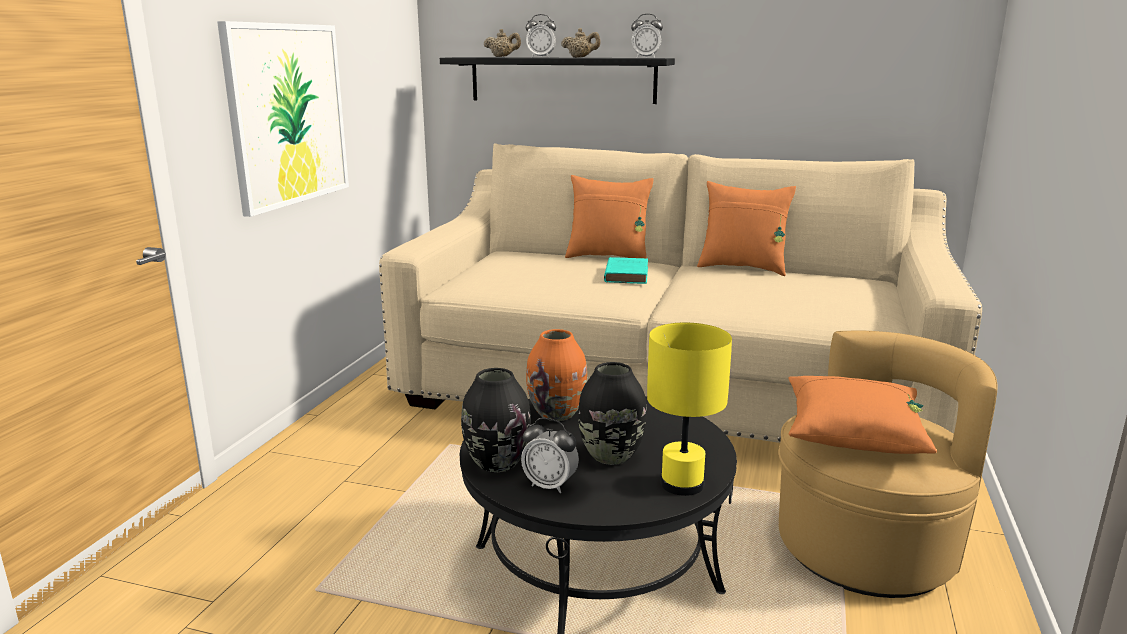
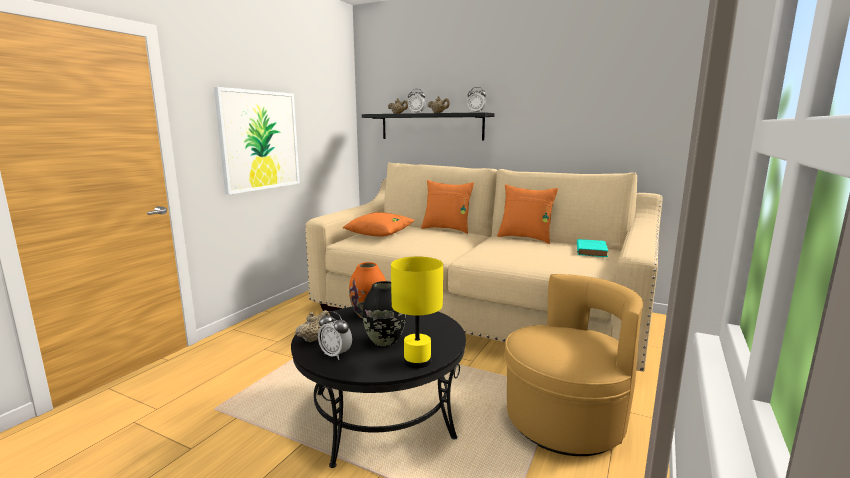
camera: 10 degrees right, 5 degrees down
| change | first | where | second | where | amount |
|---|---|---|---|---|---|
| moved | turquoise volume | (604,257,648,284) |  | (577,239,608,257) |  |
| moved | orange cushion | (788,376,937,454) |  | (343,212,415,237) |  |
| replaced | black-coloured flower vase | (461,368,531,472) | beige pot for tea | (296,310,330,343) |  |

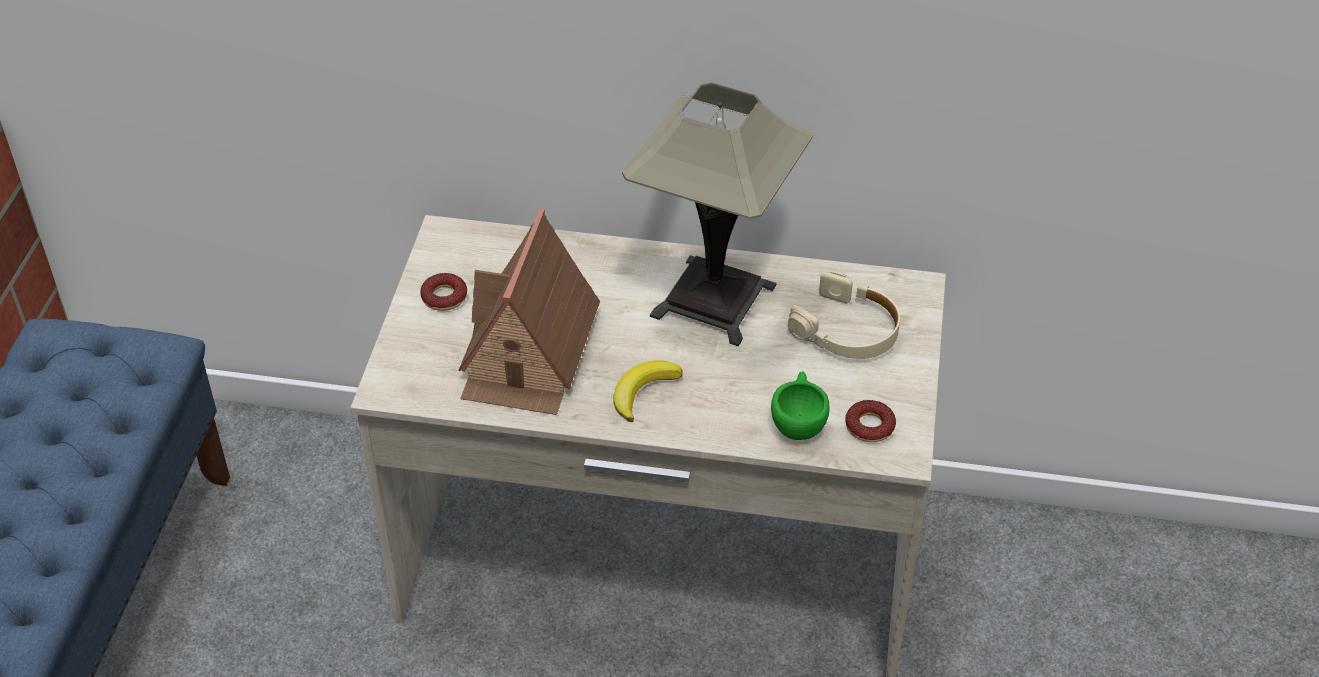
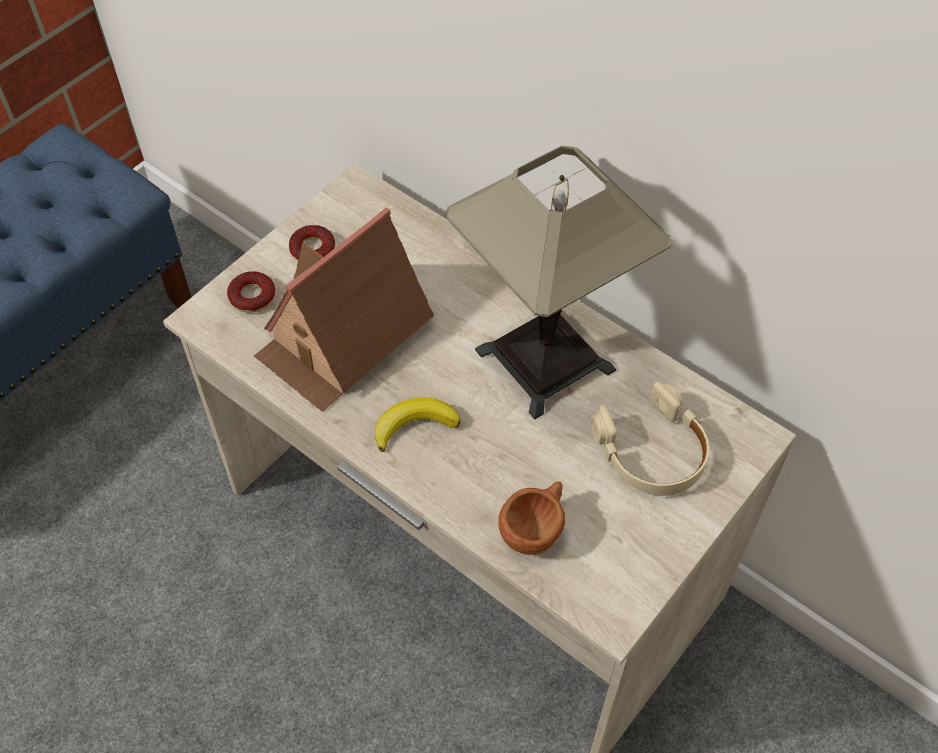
camera: 30 degrees right, 10 degrees up
| change | first | where | second | where | amount |
|---|---|---|---|---|---|
| moved | donut | (845,400,896,442) |  | (227,271,275,313) |  |
| recoloured | greenish small cup | (771,371,830,440) | brown-coloured small cup | (498,482,565,555) |  |

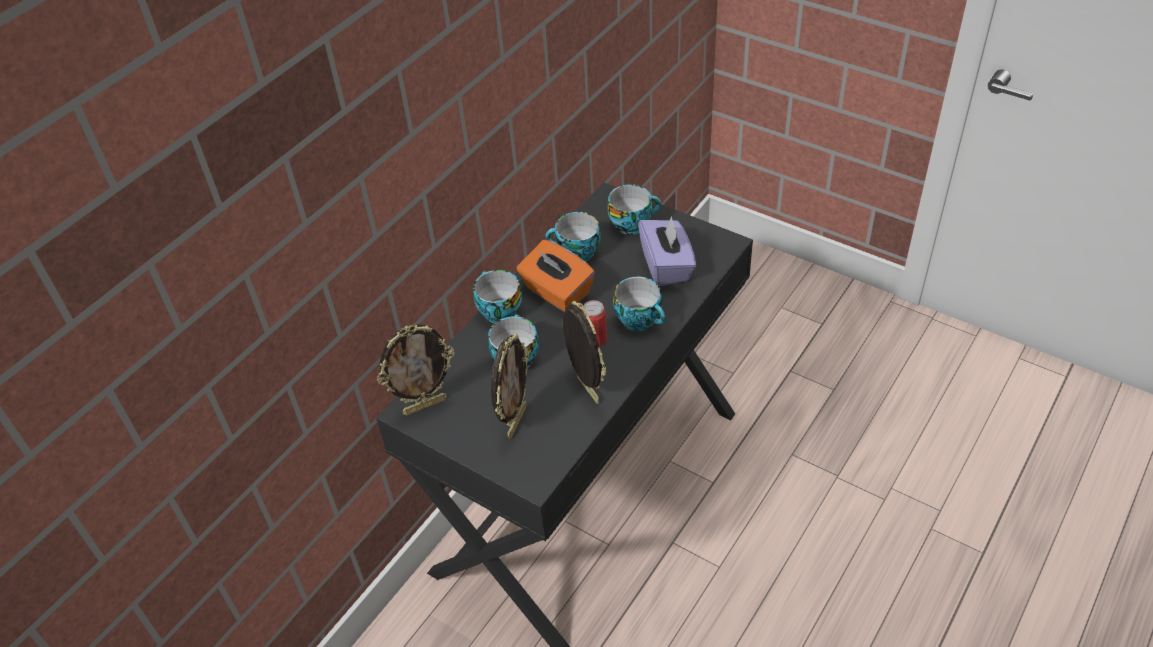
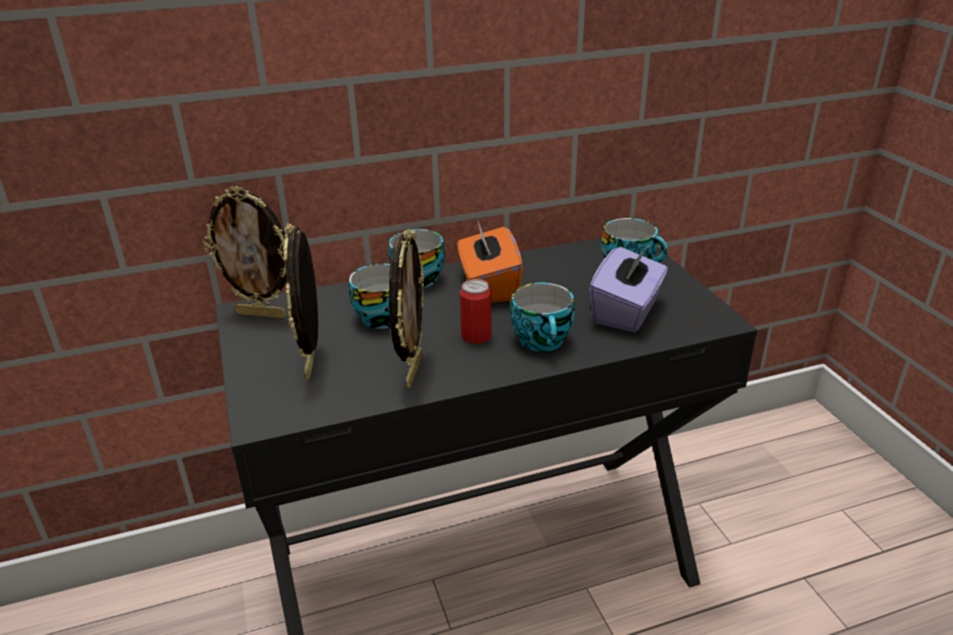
camera: 35 degrees right, 15 degrees down
| change | first | where | second | where | amount |
|---|---|---|---|---|---|
| removed | small cup | (545,212,600,262) |  |  |  |
| turned | photo frame | (491,333,529,440) |  | (283,223,318,379) | 120 degrees clockwise |

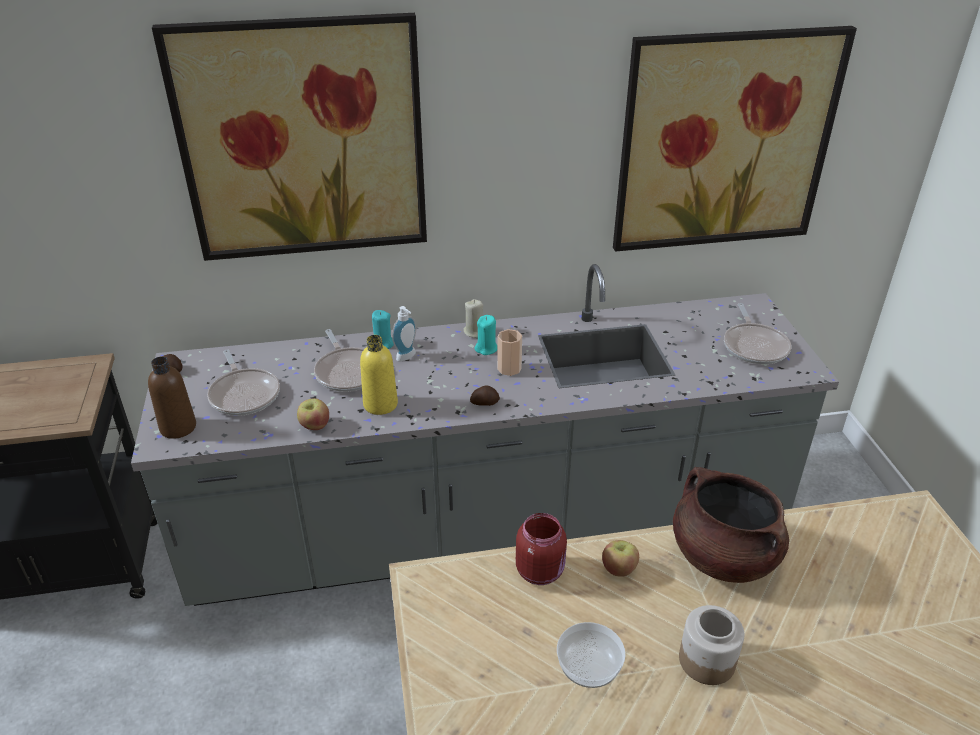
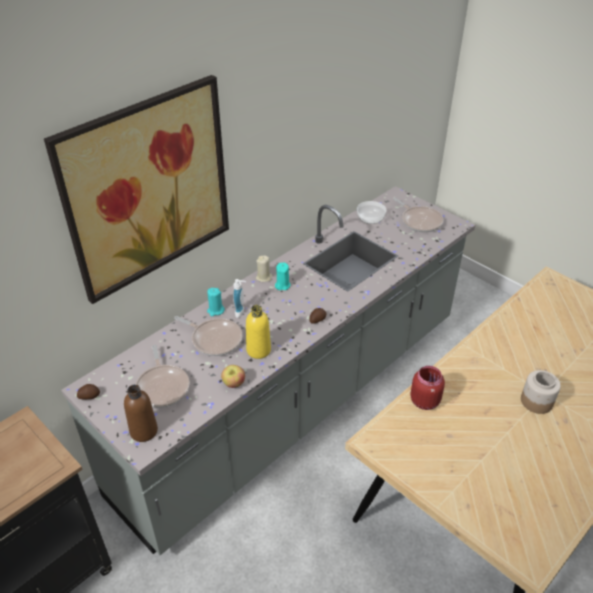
camera: 35 degrees left, 5 degrees up
| change | first | where | second | where | amount |
|---|---|---|---|---|---|
| removed | small cup | (497,329,522,376) |  |  |  |
| removed | apple fruit | (602,540,639,577) |  |  |  |
| removed | picture | (613,26,857,252) |  |  |  |
| removed | brown-coloured stockpot | (673,467,789,583) |  |  |  |
| moved | serving bowl | (557,622,625,688) |  | (357,201,387,224) |  |
| turned | frying pan | (207,350,280,416) |  | (135,345,190,408) | 45 degrees clockwise |

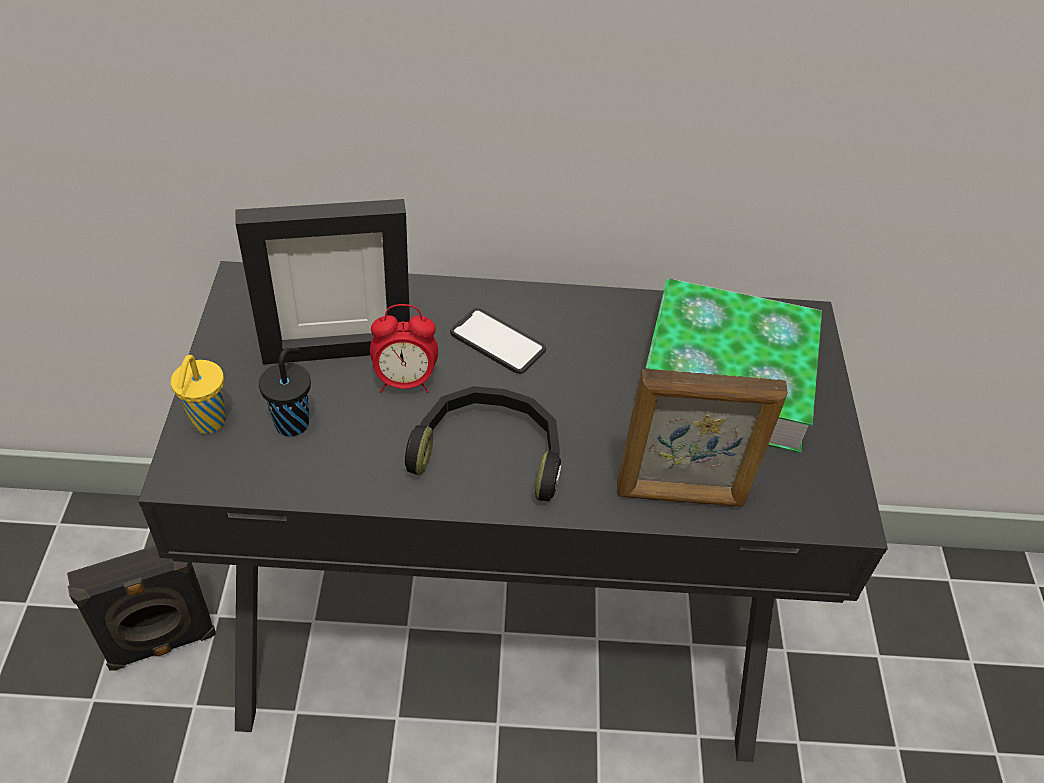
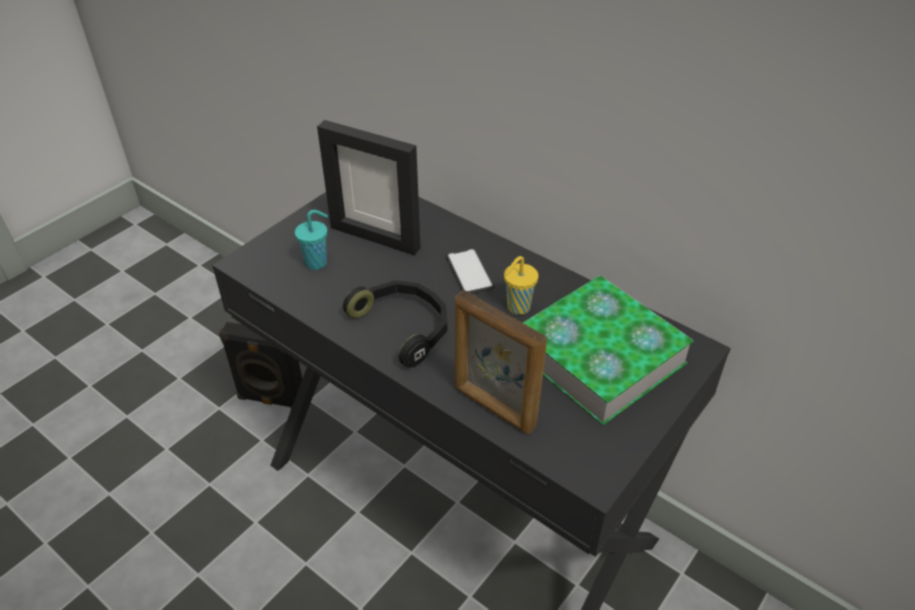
camera: 40 degrees right, 5 degrees down
| change | first | where | second | where | amount |
|---|---|---|---|---|---|
| removed | bedside clock | (370,304,438,393) |  |  |  |
| moved | yellow small cup | (171,355,226,434) |  | (504,256,538,315) |  |
| recoloured | black-coloured small cup | (259,348,311,436) | turquoise small cup | (295,210,328,270) |  |

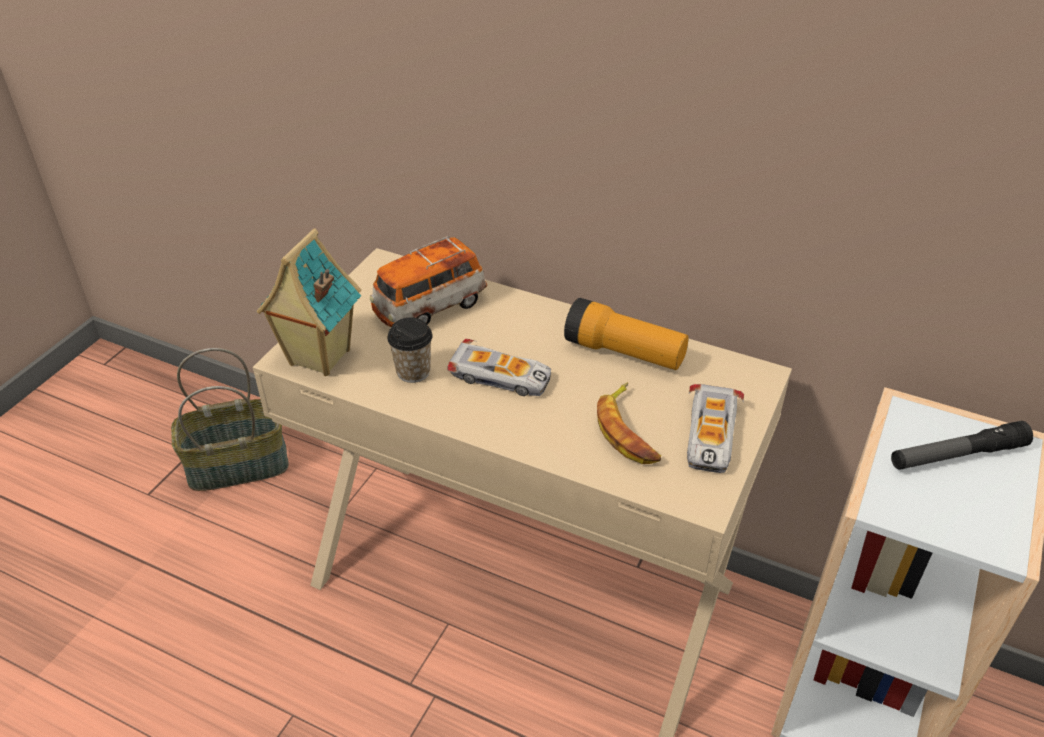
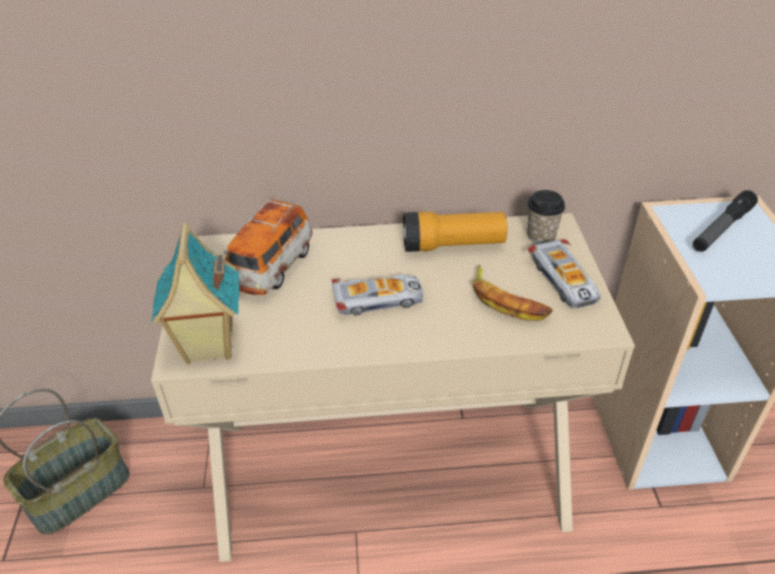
camera: 30 degrees left, 0 degrees up
| change | first | where | second | where | amount |
|---|---|---|---|---|---|
| moved | small cup | (387,318,433,383) |  | (527,190,565,244) |  |

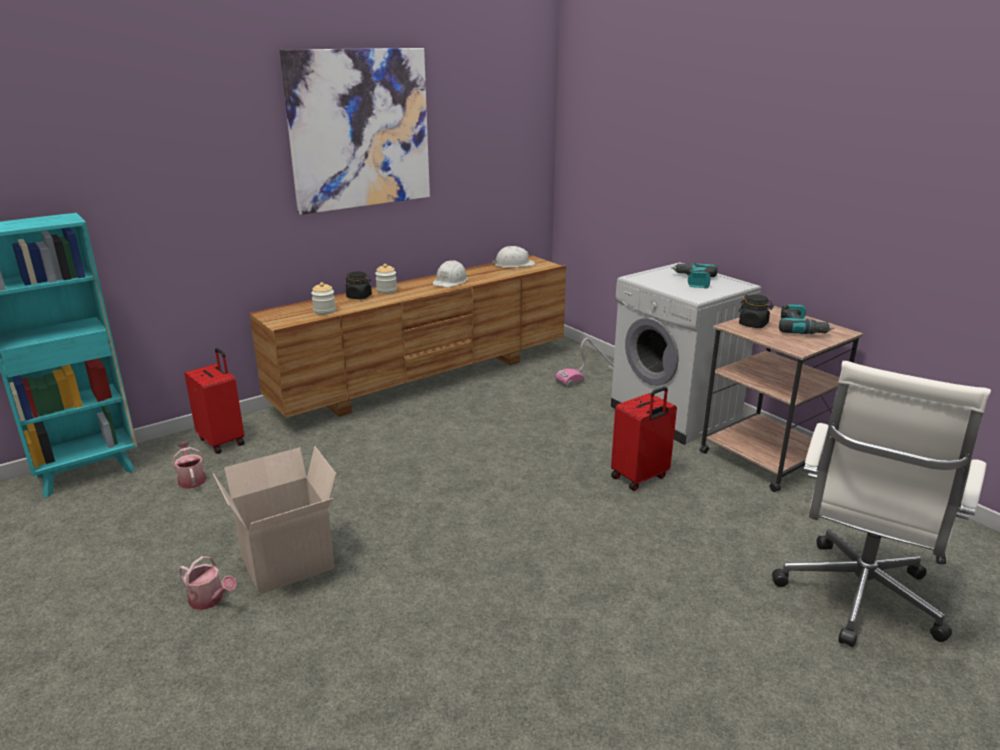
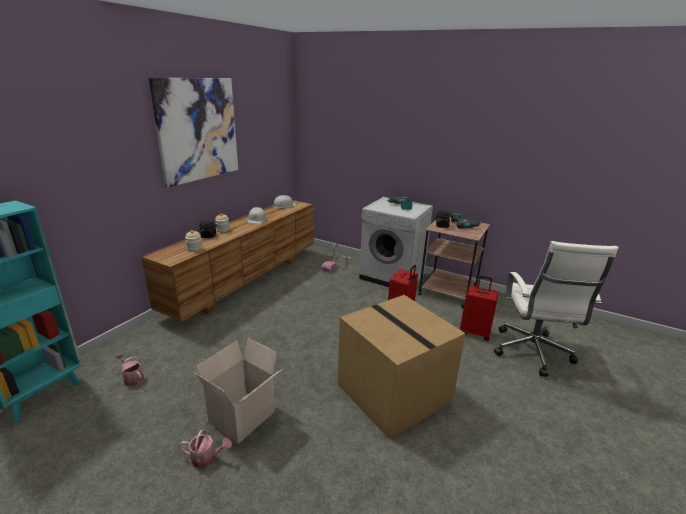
camera: 25 degrees left, 0 degrees up
| change | first | where | second | where | amount |
|---|---|---|---|---|---|
| added |  |  | carton | (338,295,466,439) |  |
| moved | reddish travel case | (185,348,244,454) |  | (460,276,498,341) |  |

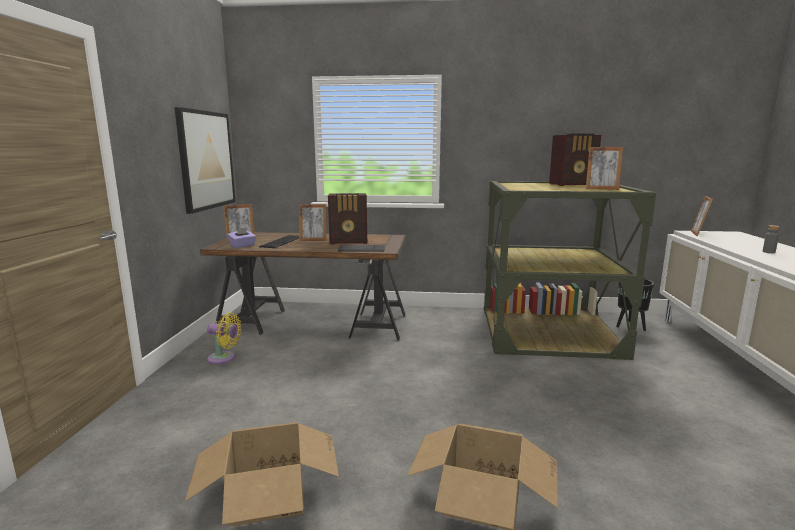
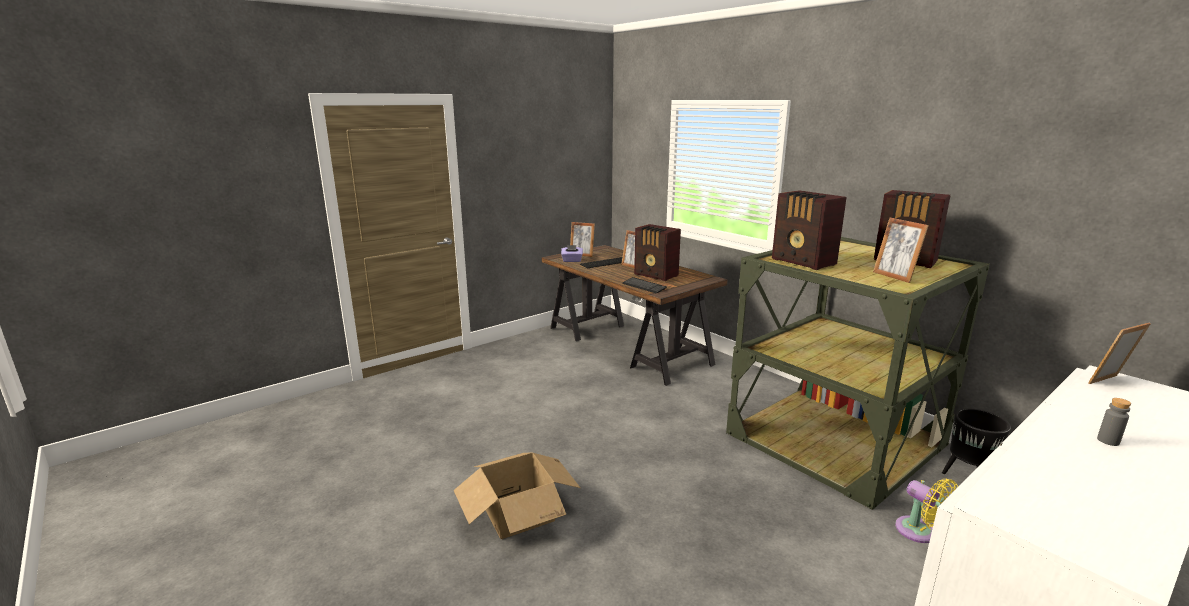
camera: 45 degrees right, 5 degrees up
| change | first | where | second | where | amount |
|---|---|---|---|---|---|
| removed | picture | (175,107,236,214) |  |  |  |
| removed | carton | (185,422,339,527) |  |  |  |
| added |  |  | radio receiver | (772,190,847,270) |  |
| moved | yellow electric fan | (207,313,241,364) |  | (895,479,958,543) |  |

